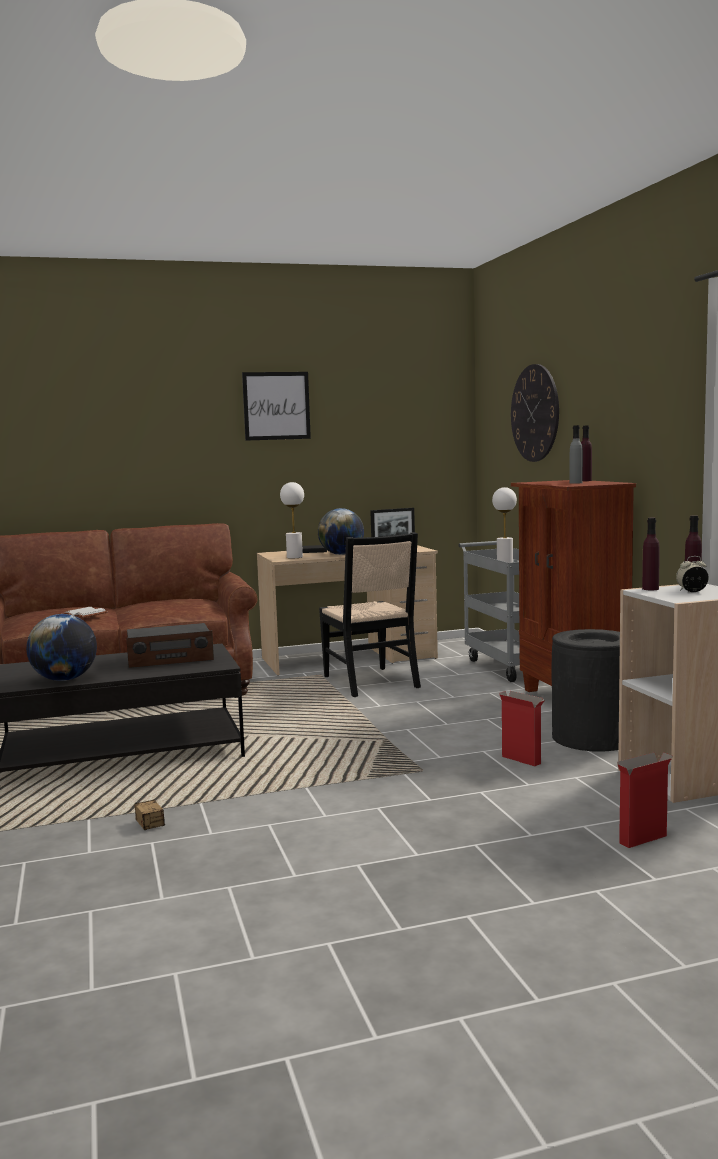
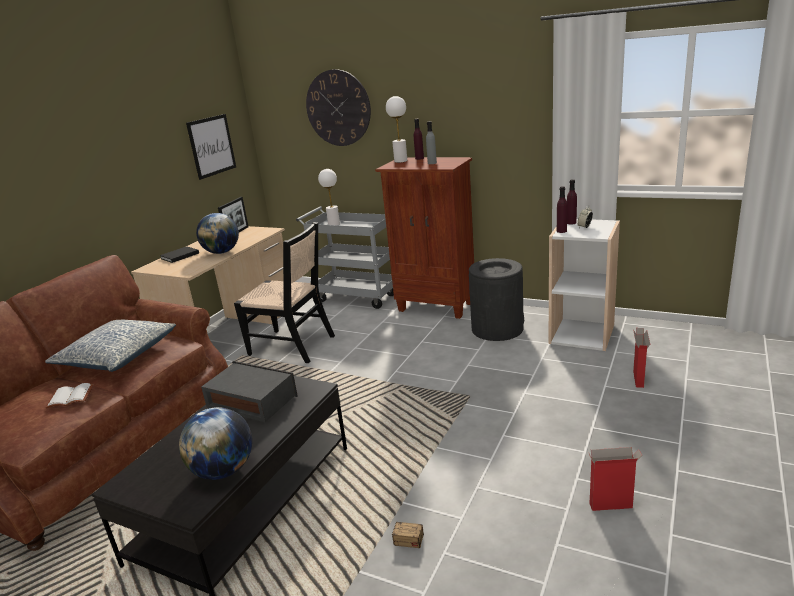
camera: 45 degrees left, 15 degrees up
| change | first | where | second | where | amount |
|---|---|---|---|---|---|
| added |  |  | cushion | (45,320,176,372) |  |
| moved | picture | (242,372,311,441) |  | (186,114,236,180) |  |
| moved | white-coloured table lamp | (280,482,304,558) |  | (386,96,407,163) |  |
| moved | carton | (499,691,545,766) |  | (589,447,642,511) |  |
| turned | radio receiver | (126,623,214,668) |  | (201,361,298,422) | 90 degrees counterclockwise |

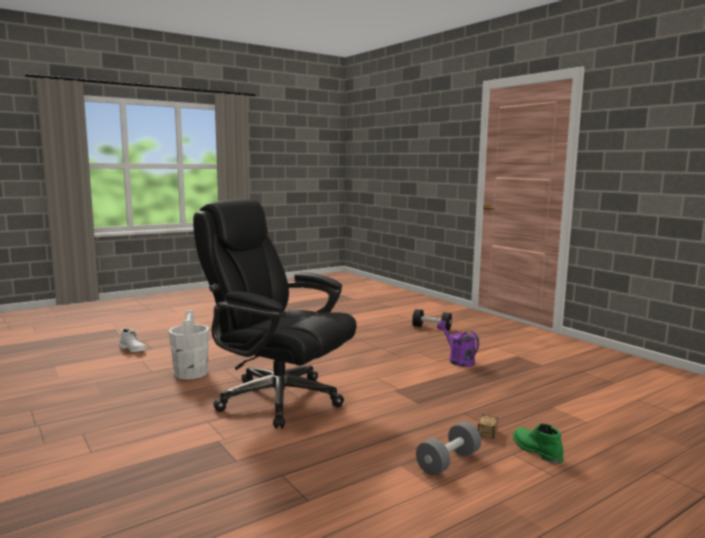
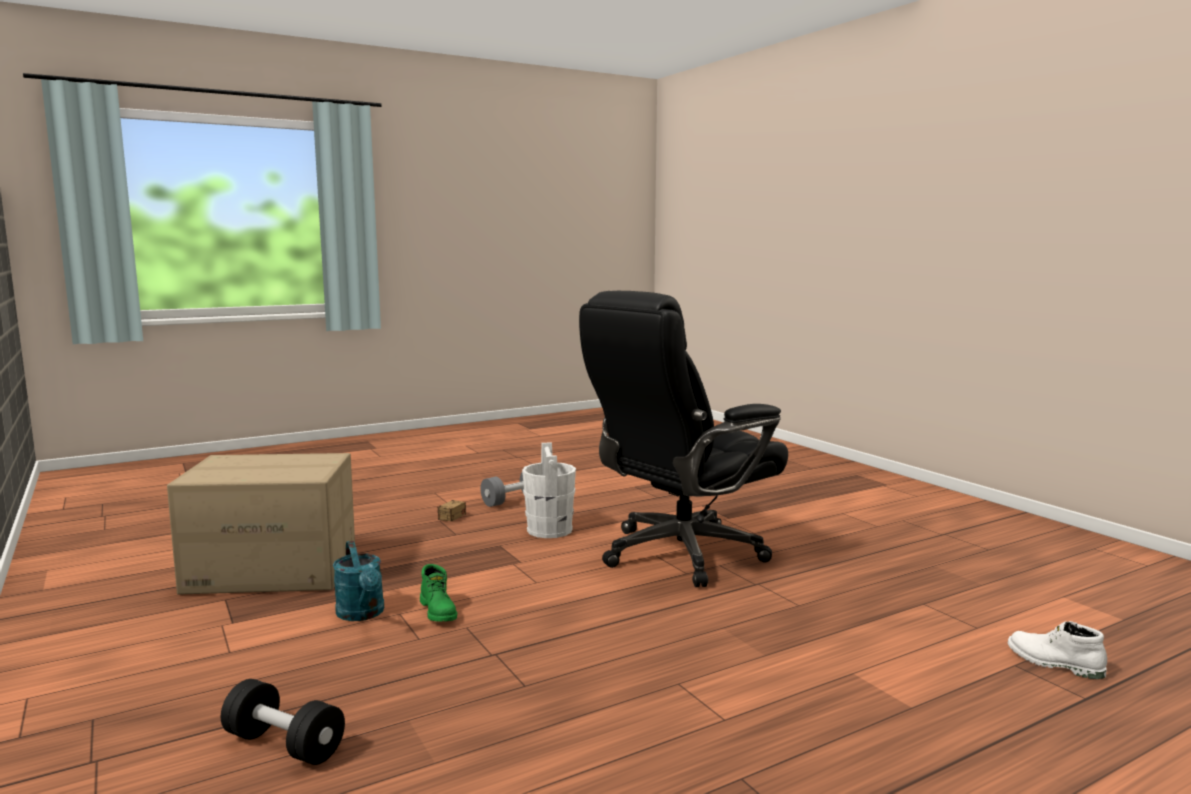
camera: 175 degrees left, 0 degrees up
| change | first | where | second | where | amount |
|---|---|---|---|---|---|
| added |  |  | carton | (167,453,355,595) |  |
| moved | white-coloured bucket | (169,310,209,380) |  | (522,442,576,538) |  |
| moved | greenish tall boot | (513,423,564,464) |  | (420,564,457,622) |  |
| recoloured | purple-coloured watering pot | (437,321,479,367) | turquoise watering pot | (333,541,384,621) |  |
| turned | black-coloured computer chair | (193,199,357,428) |  | (579,291,788,587) | 105 degrees clockwise |

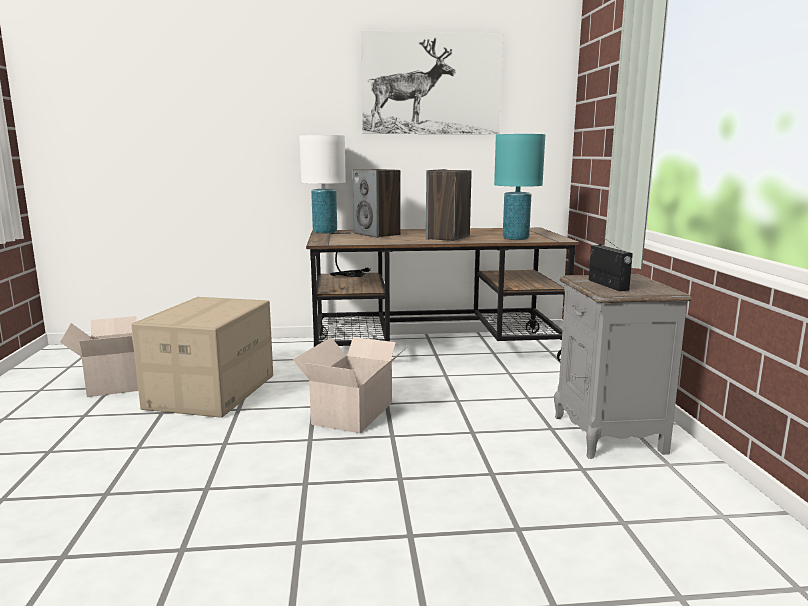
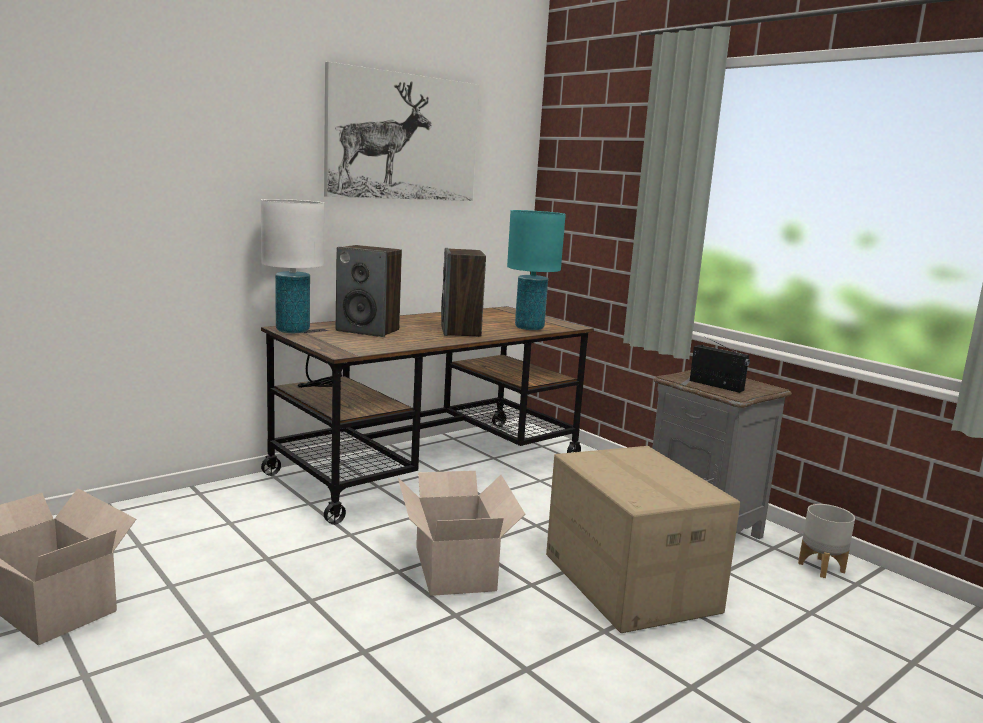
camera: 35 degrees left, 0 degrees up
| change | first | where | second | where | amount |
|---|---|---|---|---|---|
| added |  |  | grey flower pot | (798,504,855,578) |  |
| moved | carton | (131,297,273,418) |  | (546,446,740,633) |  |

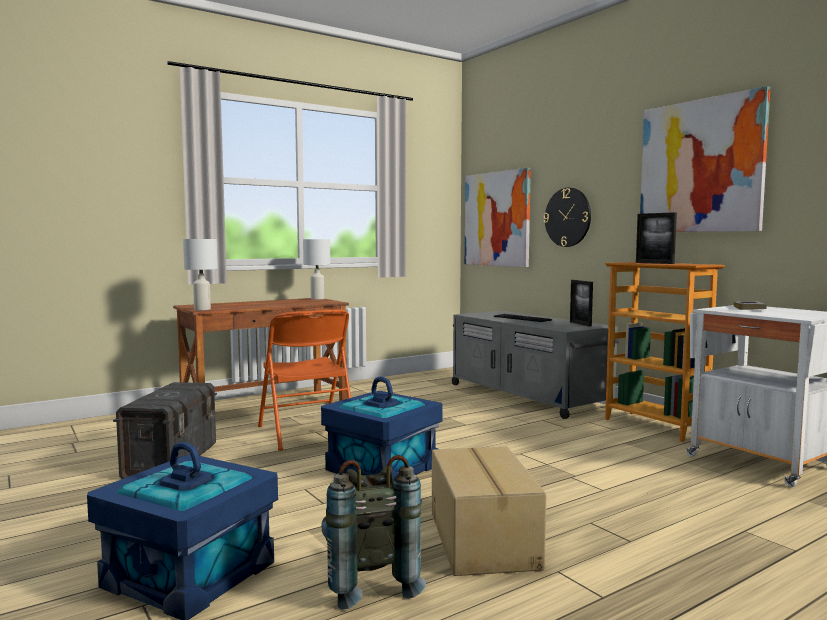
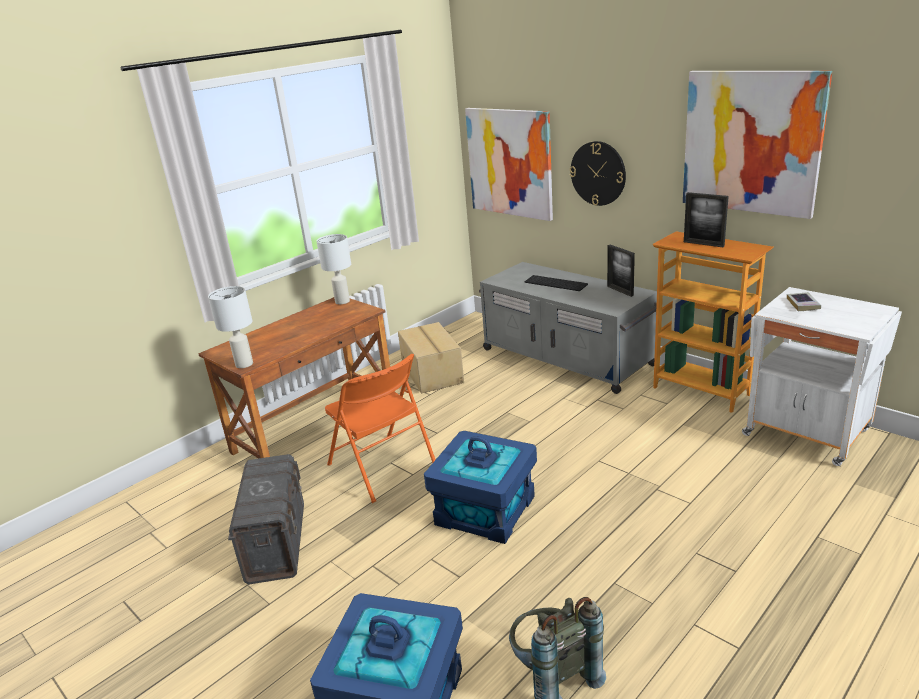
camera: 10 degrees left, 20 degrees up
| change | first | where | second | where | amount |
|---|---|---|---|---|---|
| moved | carton | (432,447,547,576) |  | (398,322,464,393) |  |

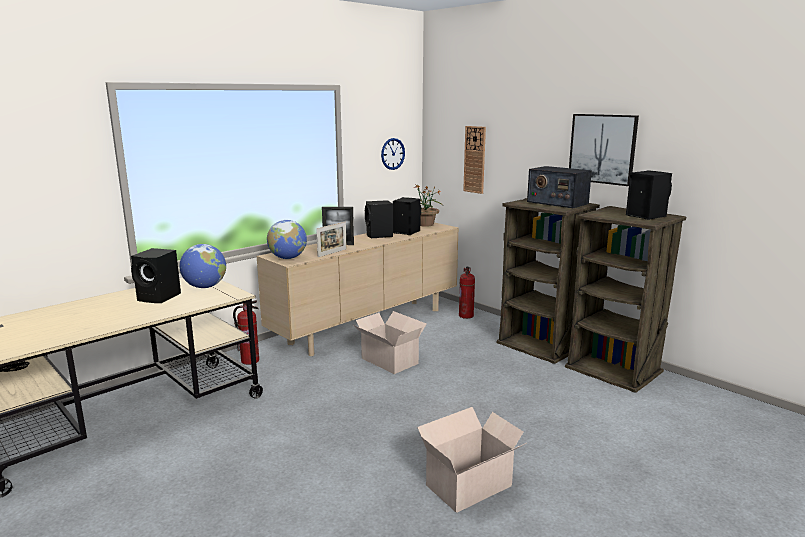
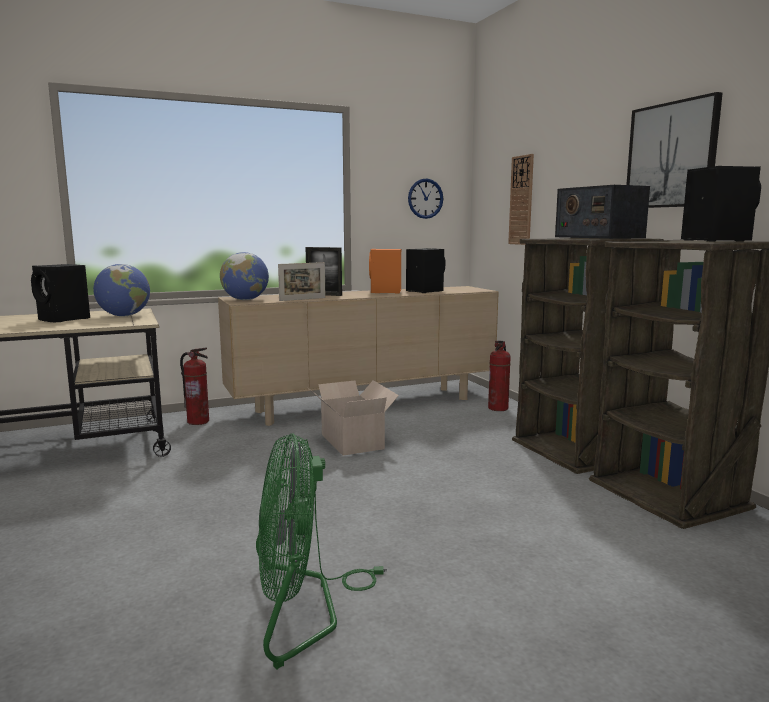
camera: 20 degrees right, 5 degrees down
| change | first | where | second | where | amount |
|---|---|---|---|---|---|
| removed | houseplant | (415,184,442,227) |  |  |  |
| replaced | carton | (417,407,526,513) | greenish electric fan | (256,433,387,670) |  |
| recoloured | black-coloured audio speaker | (365,200,393,238) | orange audio speaker | (369,249,401,293) |  |

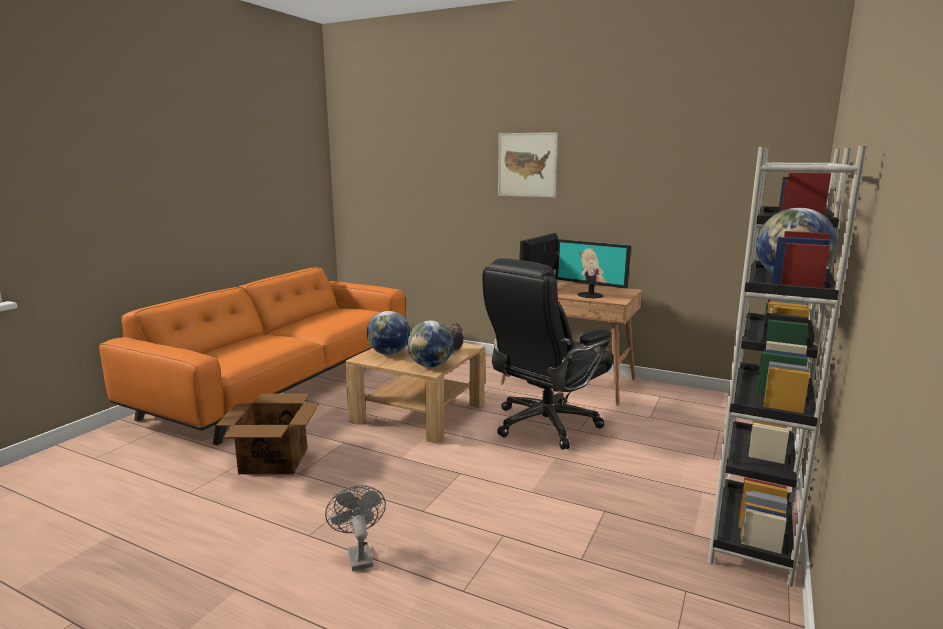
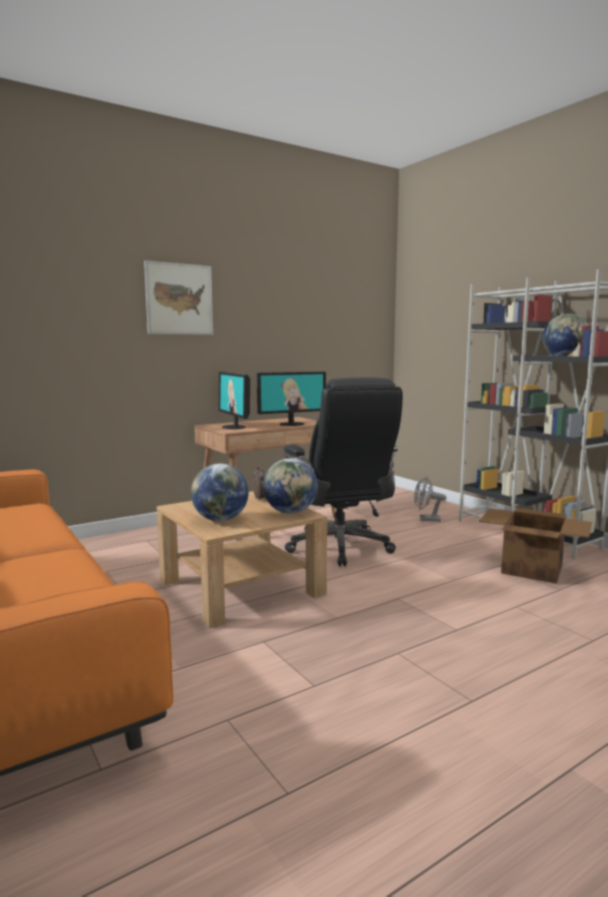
camera: 60 degrees left, 5 degrees down
| change | first | where | second | where | amount |
|---|---|---|---|---|---|
| moved | carton | (216,393,319,474) |  | (479,508,592,584) |  |
| moved | grey electric fan | (325,485,386,571) |  | (414,476,446,522) |  |

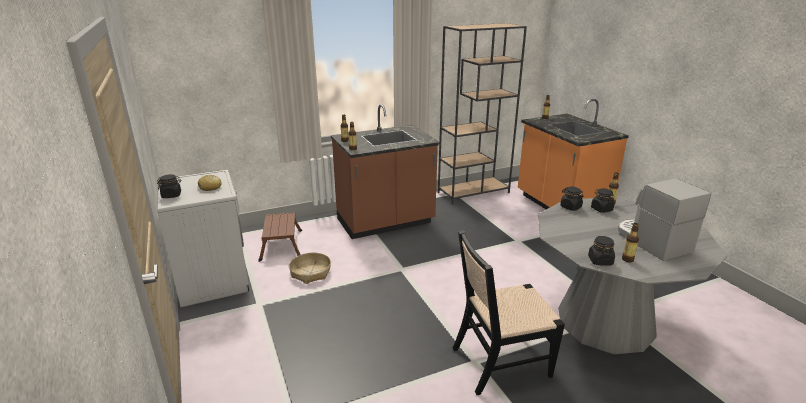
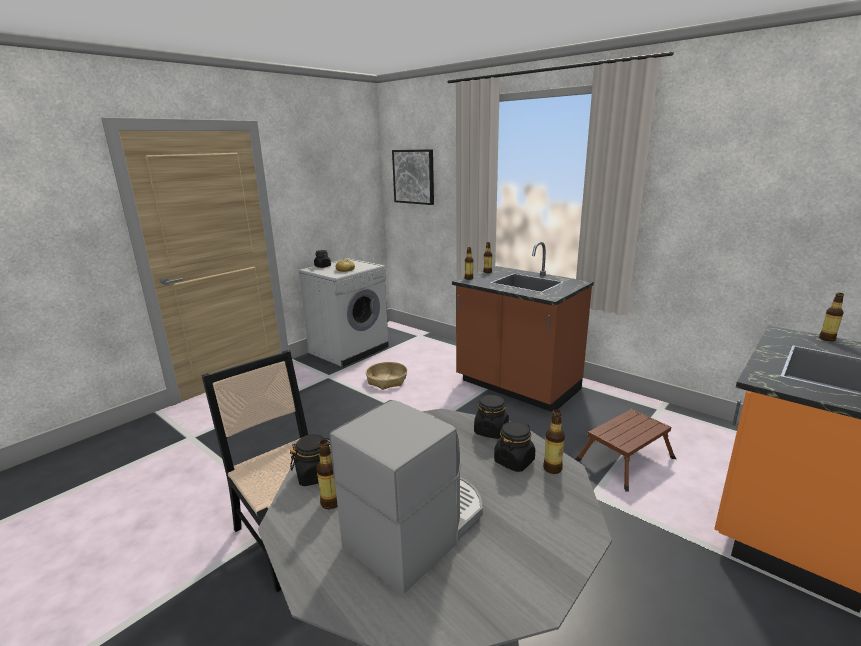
camera: 65 degrees right, 5 degrees down
| change | first | where | second | where | amount |
|---|---|---|---|---|---|
| removed | bookcase | (438,23,527,204) |  |  |  |
| added |  |  | picture | (392,149,434,205) |  |
| moved | brown-coloured step ladder | (258,213,303,262) |  | (575,409,676,492) |  |

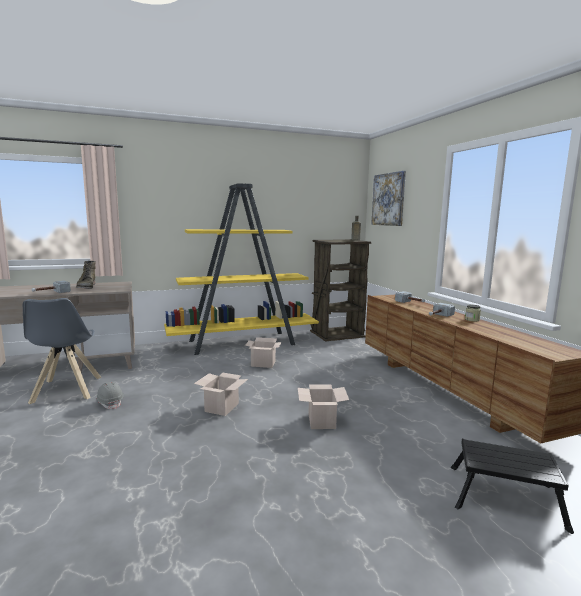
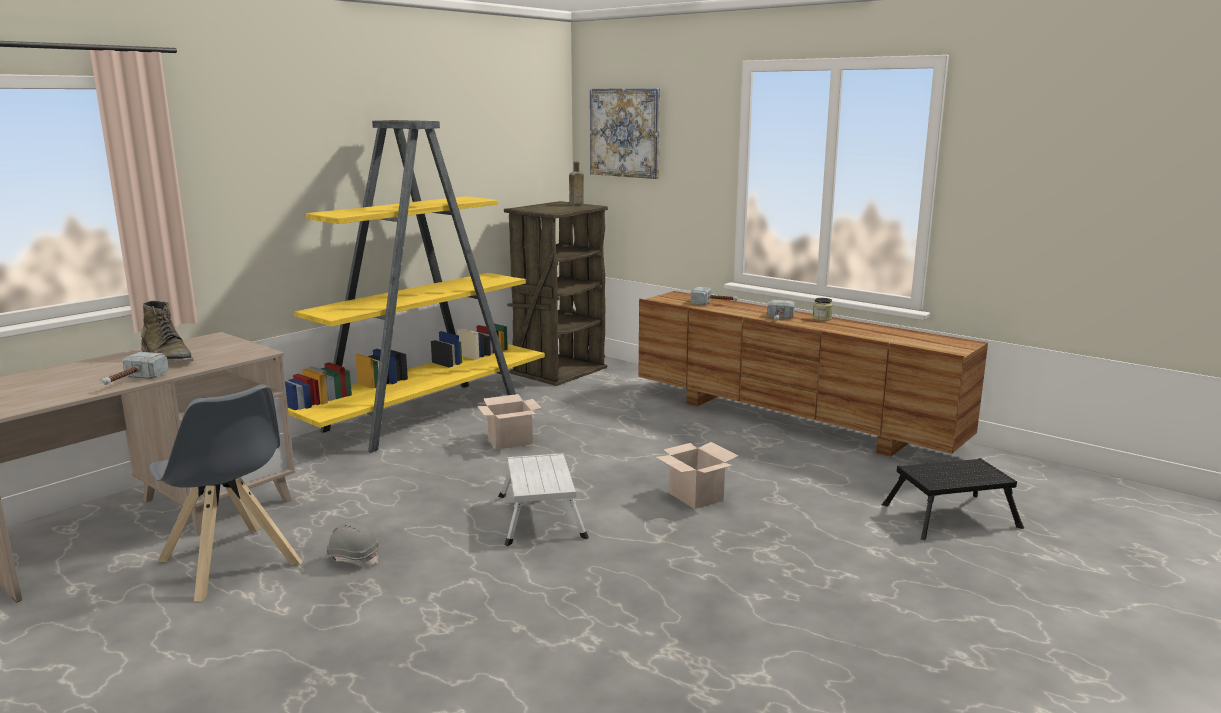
camera: 30 degrees left, 5 degrees up
| change | first | where | second | where | amount |
|---|---|---|---|---|---|
| replaced | carton | (194,373,248,416) | white-coloured step ladder | (498,453,589,546) |  |

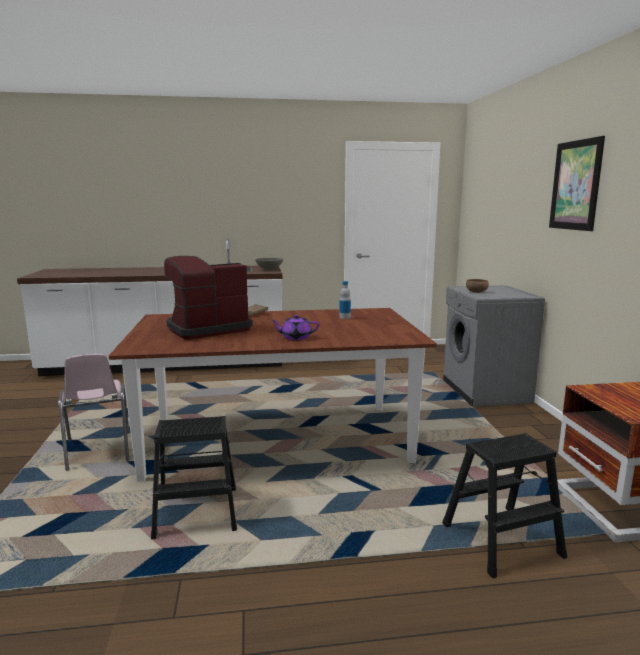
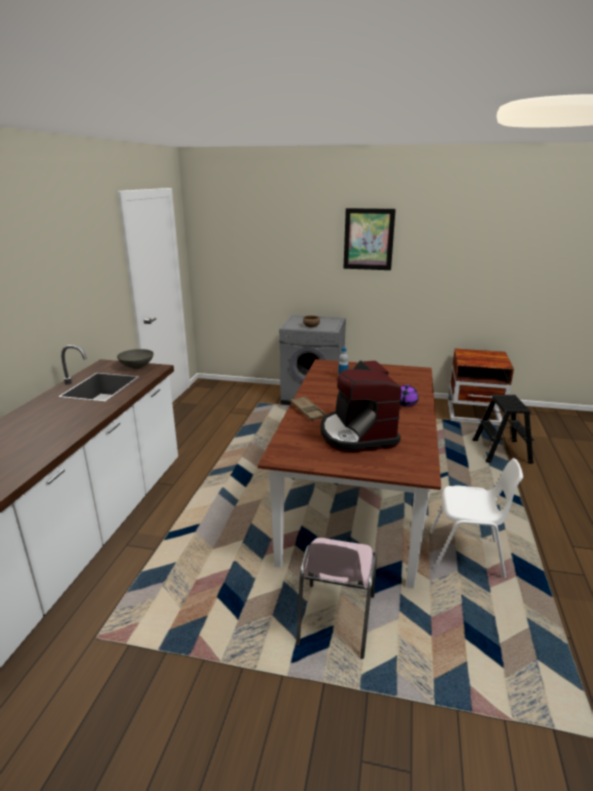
camera: 70 degrees left, 10 degrees up
| change | first | where | second | where | amount |
|---|---|---|---|---|---|
| replaced | black-coloured step ladder | (151,416,237,539) | white-coloured upright chair | (429,458,523,579) |  |
| turned | pink upright chair | (58,354,129,471) |  | (296,538,377,659) | 105 degrees clockwise |

